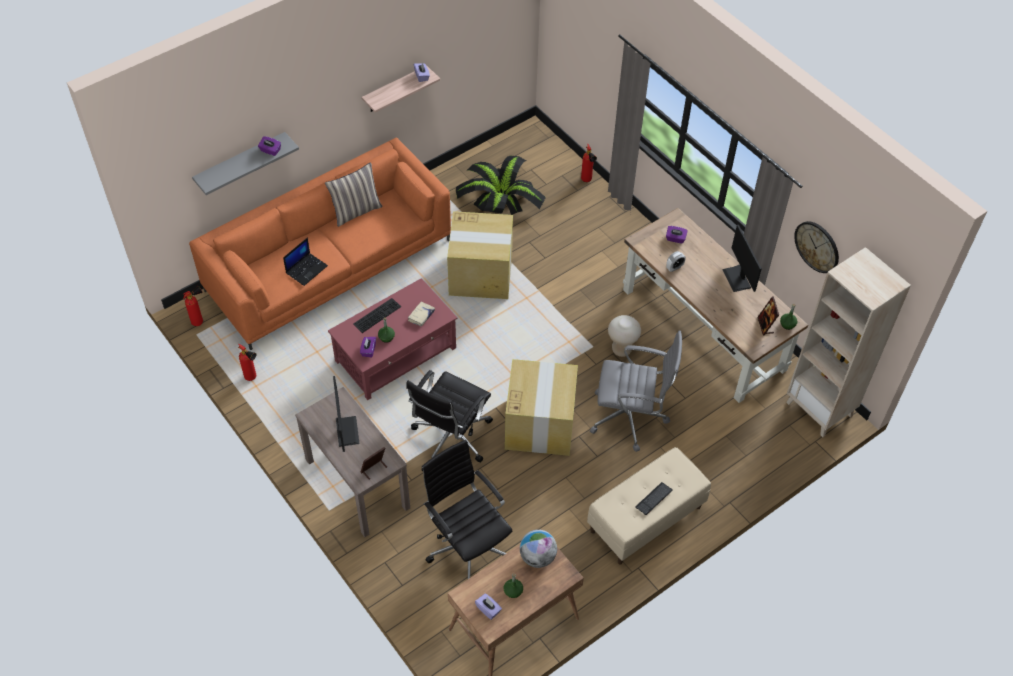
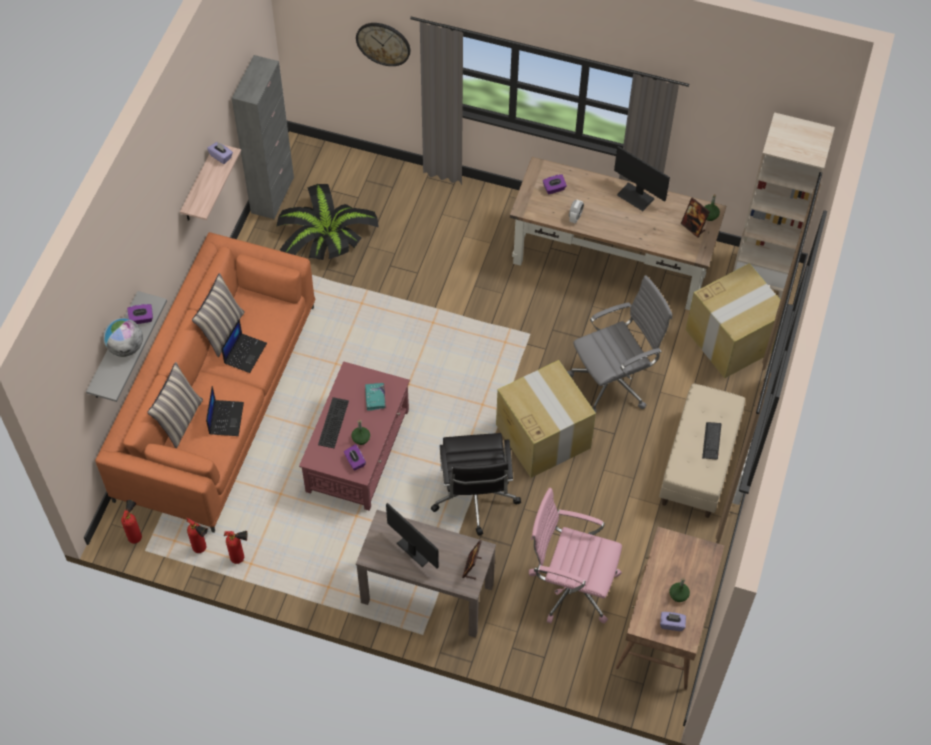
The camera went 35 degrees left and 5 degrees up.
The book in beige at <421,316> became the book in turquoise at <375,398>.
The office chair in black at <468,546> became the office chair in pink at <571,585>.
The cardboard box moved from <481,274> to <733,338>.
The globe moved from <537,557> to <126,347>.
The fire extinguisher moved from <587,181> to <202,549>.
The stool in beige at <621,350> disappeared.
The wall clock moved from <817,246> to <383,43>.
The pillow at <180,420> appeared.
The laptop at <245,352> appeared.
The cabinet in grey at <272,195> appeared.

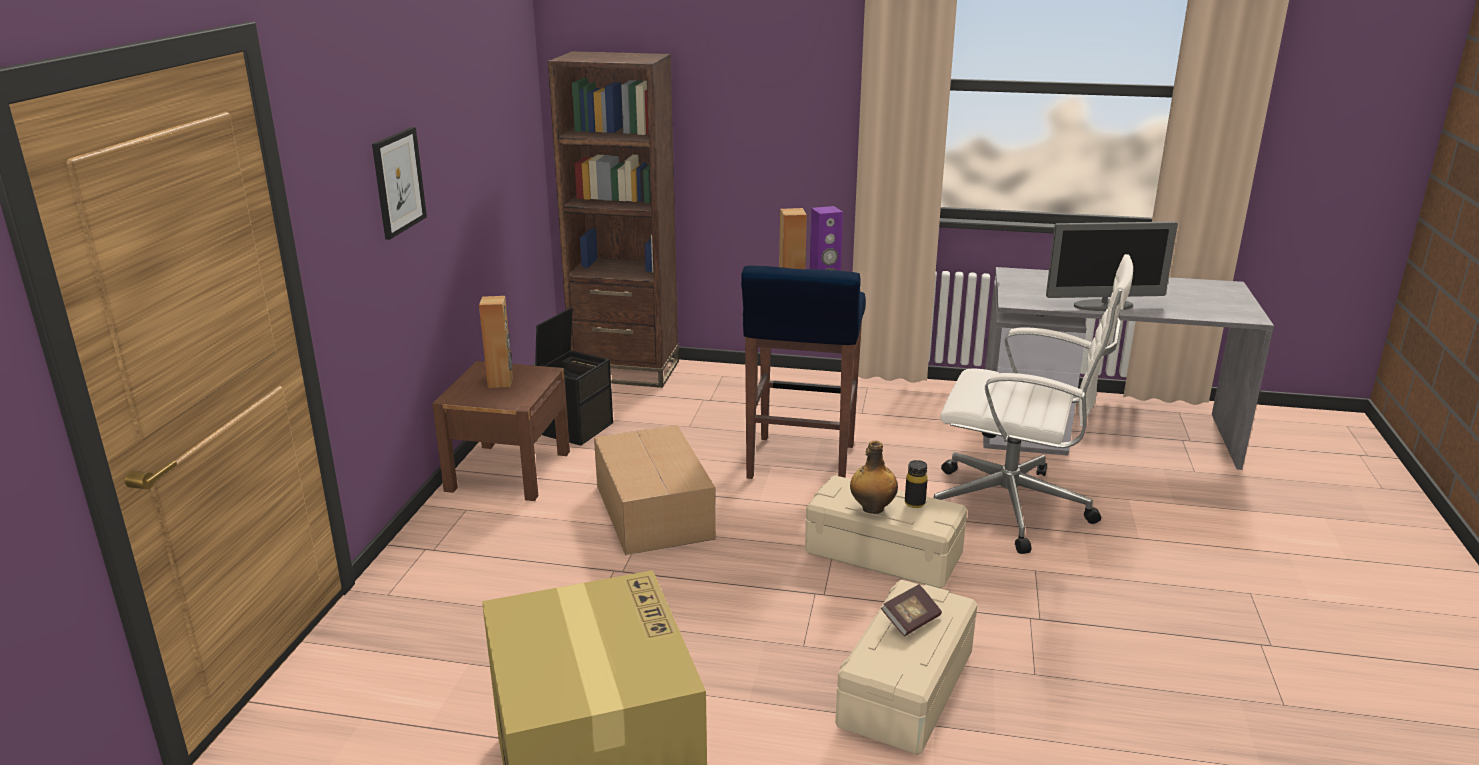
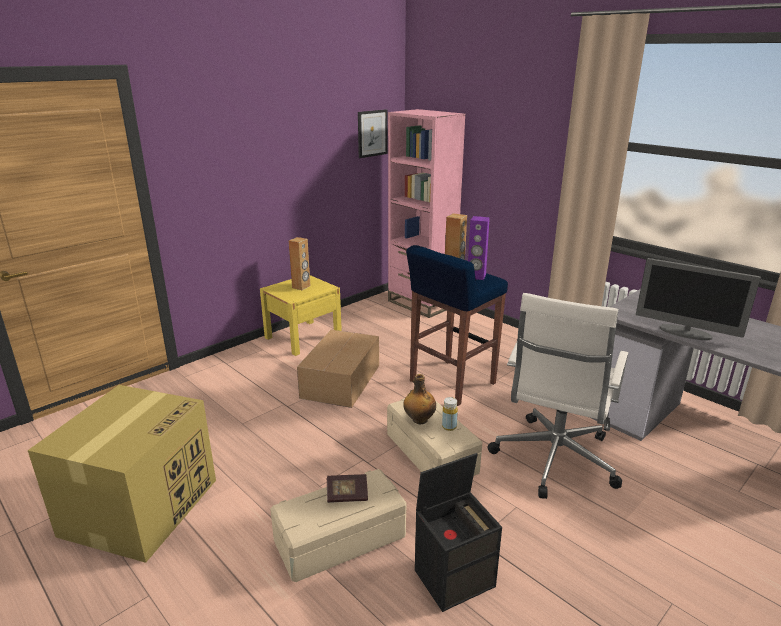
The camera went 35 degrees right and 0 degrees up.
The picture moved from <398,182> to <372,133>.
The nightstand in brown at <509,471> became the nightstand in yellow at <303,337>.
The storage box in black moved from <577,428> to <455,577>.
The bookcase in brown at <625,370> became the bookcase in pink at <421,303>.
The bottle in black at <914,503> became the bottle in yellow at <449,427>.
The office chair in white at <1013,508> turned 60 degrees clockwise.

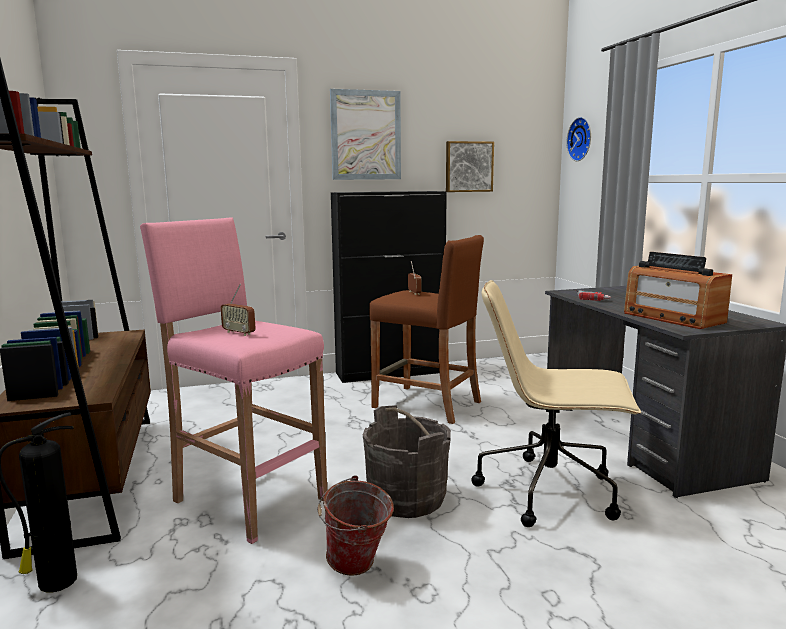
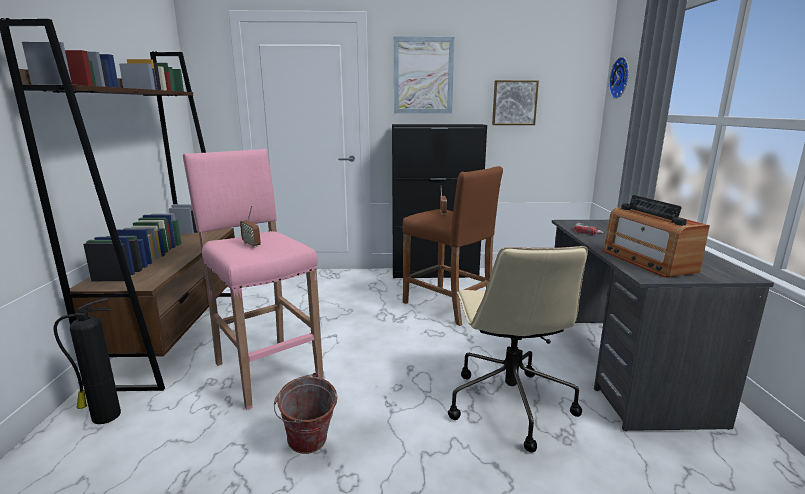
The camera went 15 degrees right and 5 degrees up.
The bucket in grey at <406,499> disappeared.
The office chair in beige at <551,491> turned 120 degrees counterclockwise.

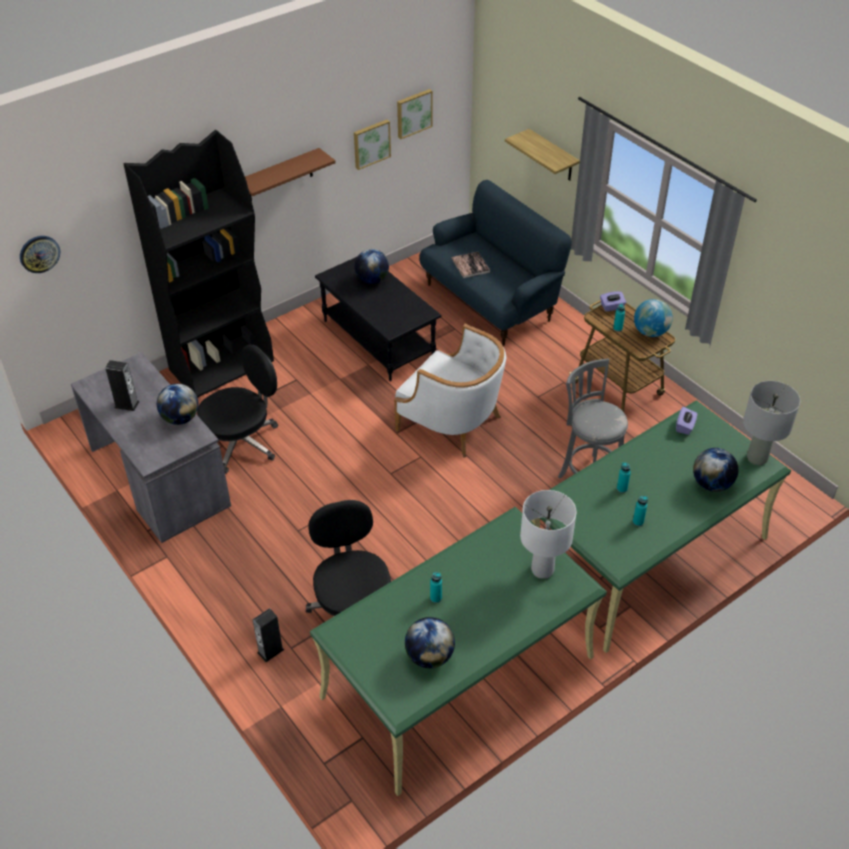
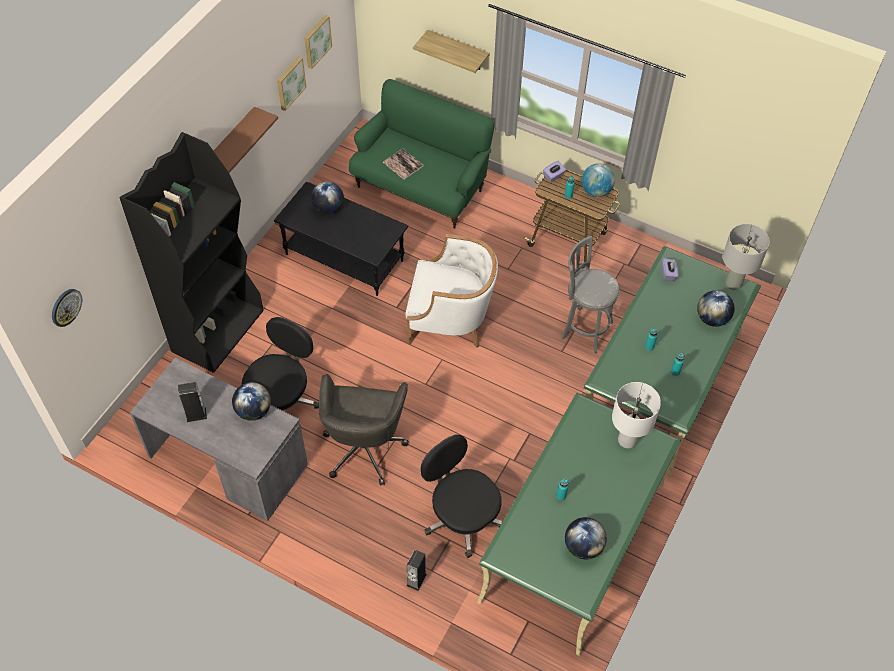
The camera went 25 degrees left and 10 degrees up.
The sofa in blue at <490,301> became the sofa in green at <420,187>.
The office chair in grey at <364,447> appeared.

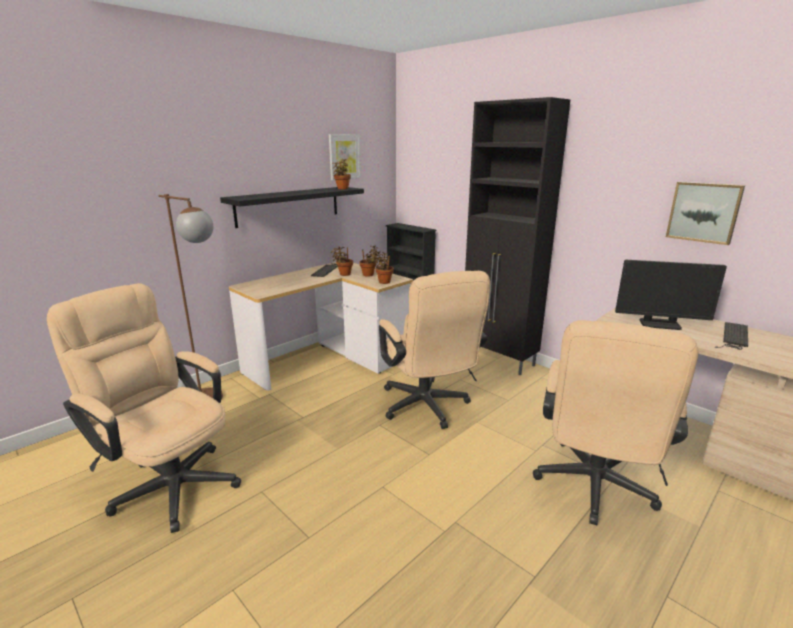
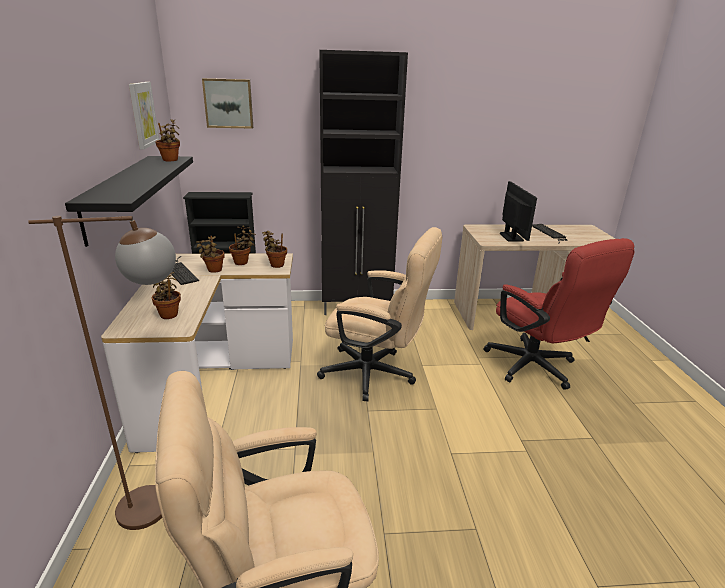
The camera went 50 degrees left and 5 degrees up.
The office chair in beige at <593,489> became the office chair in red at <537,369>.
The monitor at <659,324> turned 60 degrees counterclockwise.
The picture moved from <704,212> to <228,103>.
The potted plant at <169,314> appeared.

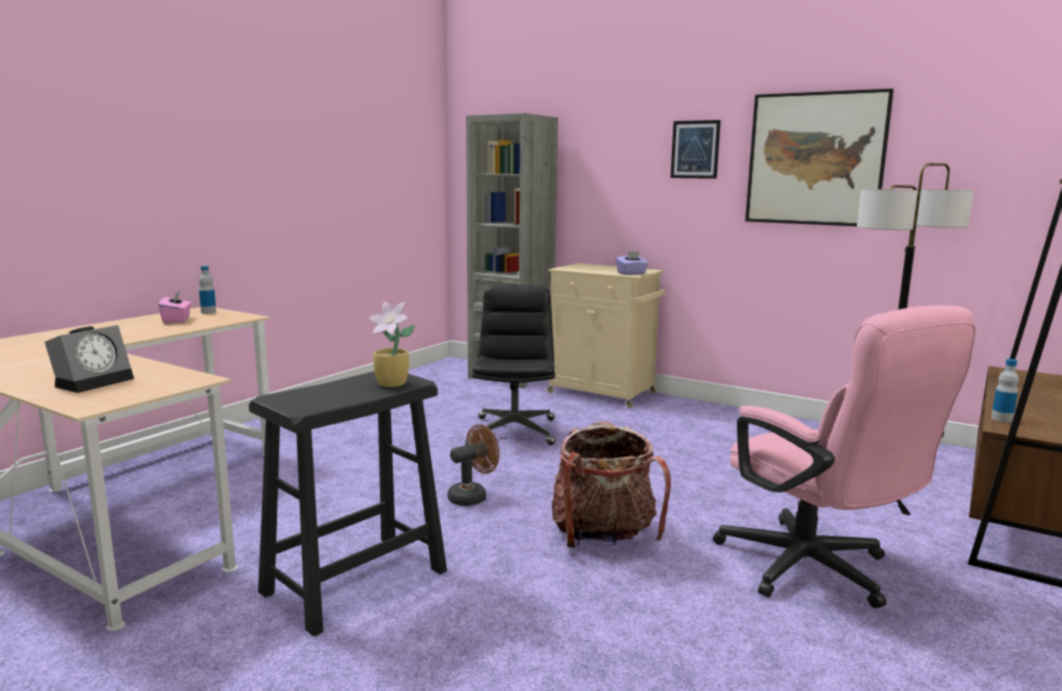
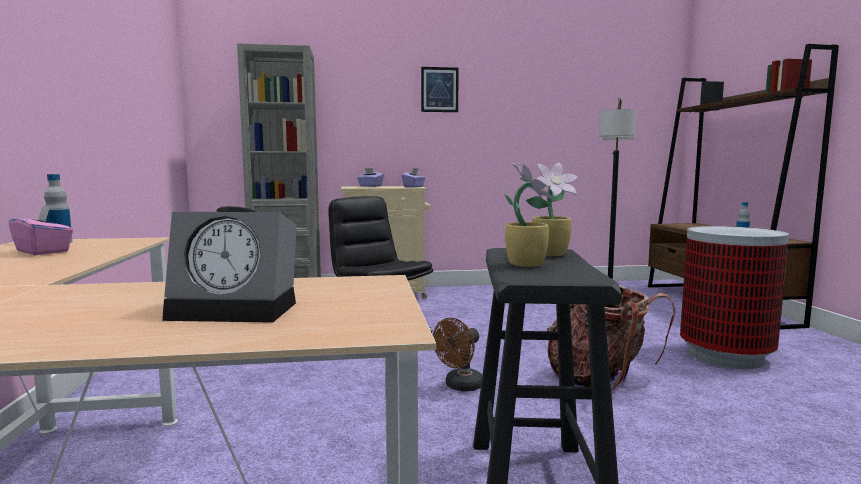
The camera went 40 degrees left and 5 degrees down.
The alarm clock at <95,381> turned 105 degrees clockwise.
The fan in brown at <472,496> turned 150 degrees counterclockwise.
The office chair in pink at <817,572> was replaced by the trash can at <726,356>.
The picture at <815,159> disappeared.
The tissue box in purple at <370,186> appeared.
The potted plant at <526,264> appeared.

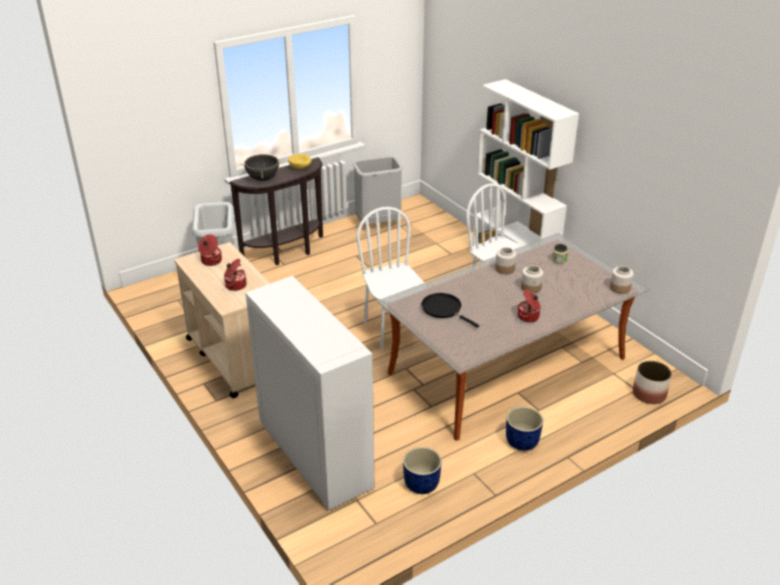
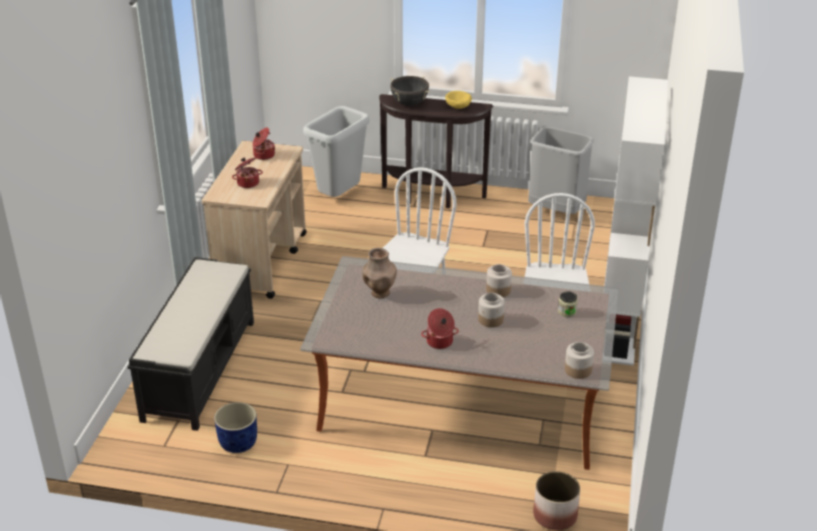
The camera went 45 degrees right and 0 degrees up.
The cabinet in white at <313,455> was replaced by the bench in black at <200,368>.
The frying pan in black at <444,309> was replaced by the vase in brown at <380,293>.
The planter in blue at <521,442> disappeared.

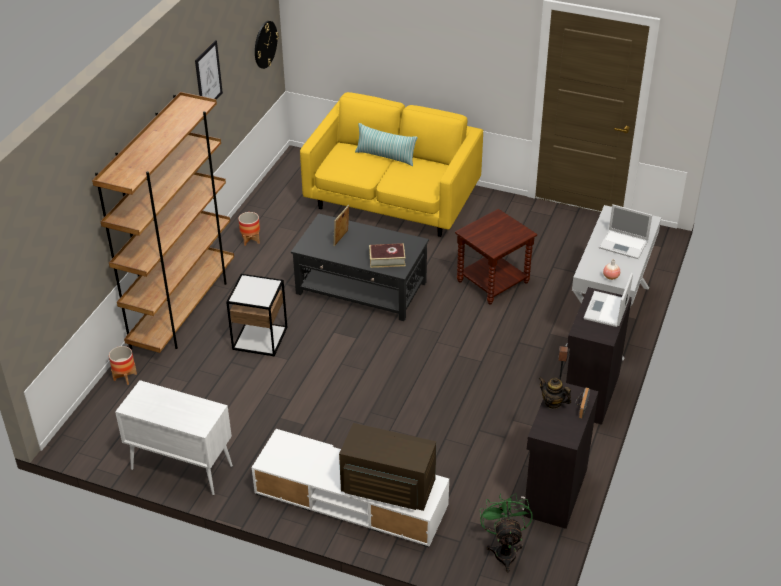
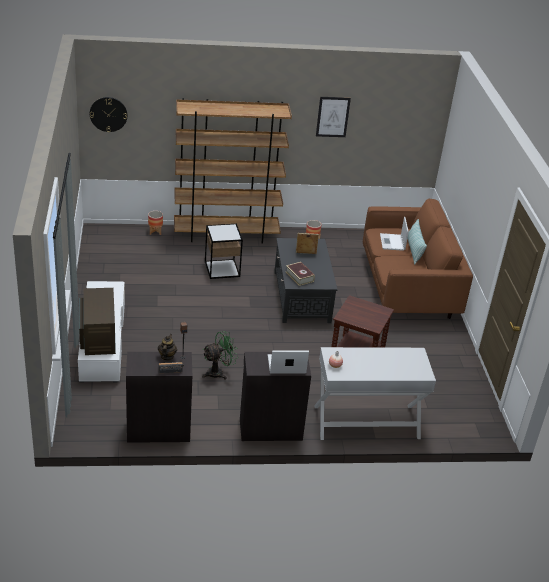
The camera went 60 degrees right and 5 degrees down.
The cabinet in white at <180,467> disappeared.
The wall clock moved from <265,44> to <108,114>.
The sofa in yellow at <392,200> became the sofa in brown at <407,287>.
The fan in green moved from <504,550> to <218,372>.
The laptop moved from <624,244> to <392,242>.

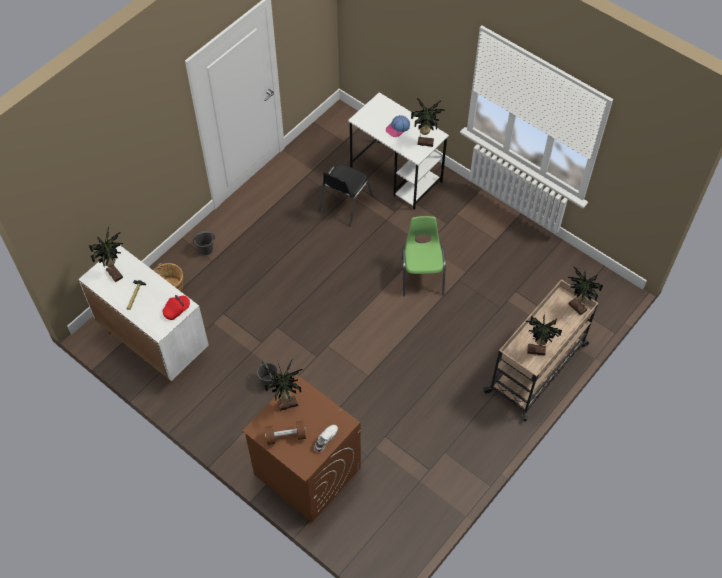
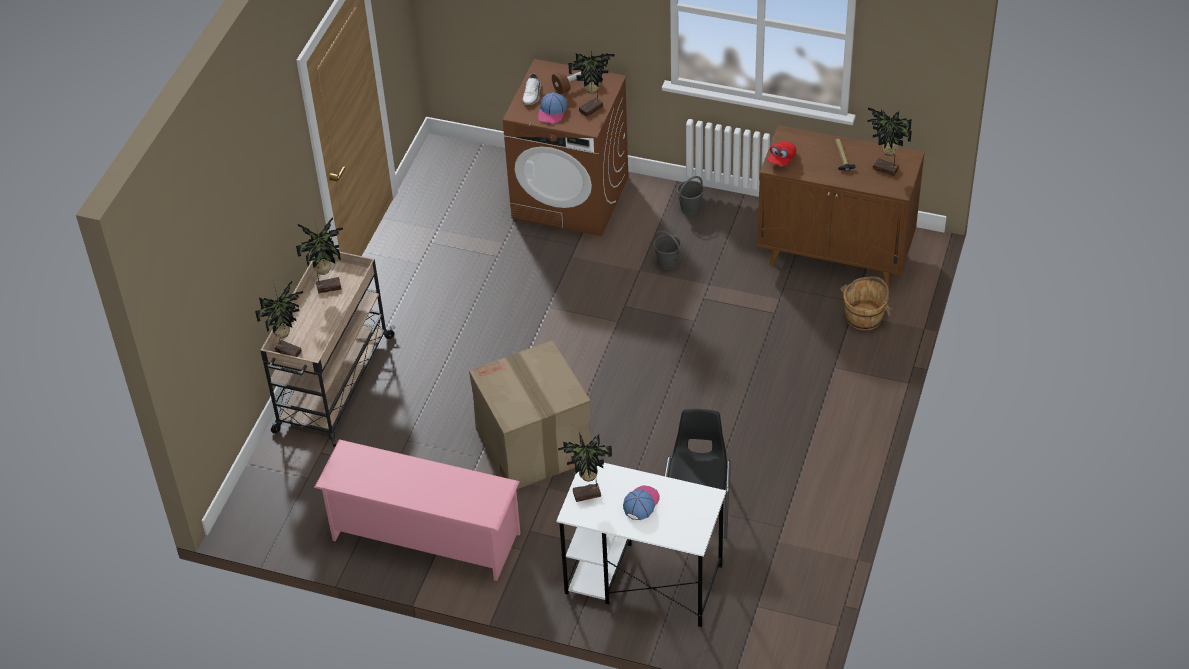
The camera went 160 degrees right and 10 degrees down.
The cabinet in white at <154,342> became the cabinet in brown at <836,255>.
The bucket in grey moved from <206,249> to <690,208>.
The chair in green at <422,275> was replaced by the cardboard box at <534,445>.
The shoe rack in pink at <424,537> appeared.
The cap at <552,112> appeared.

